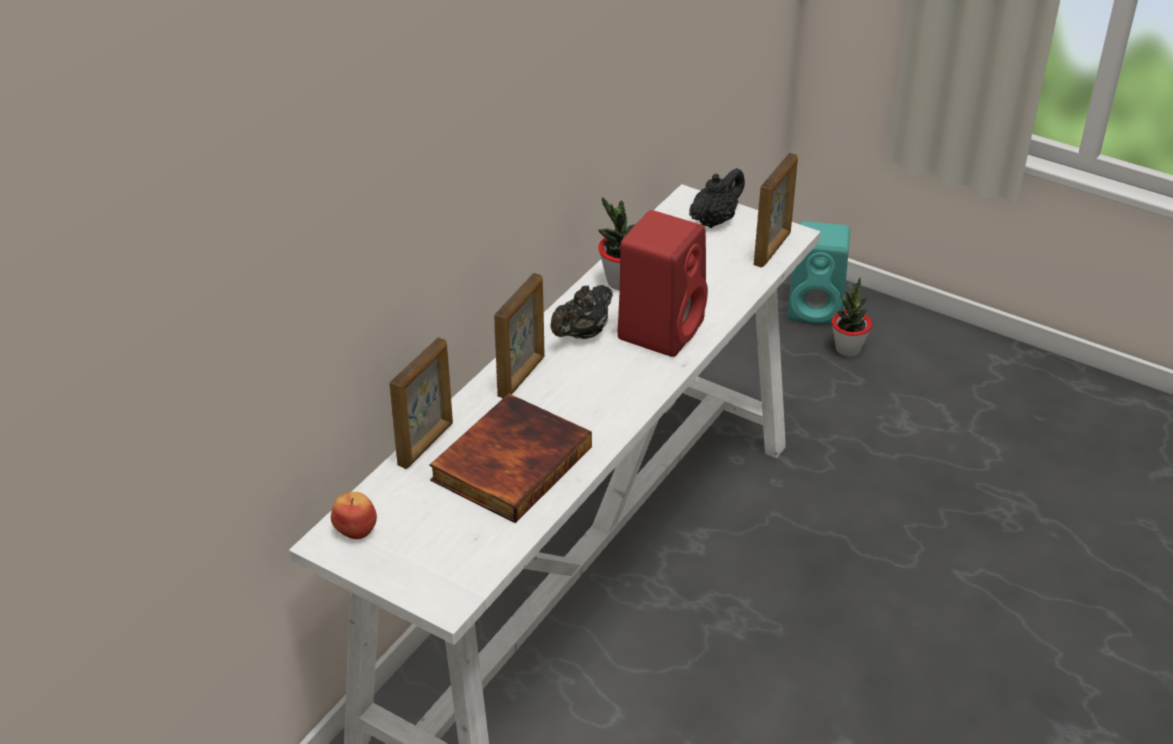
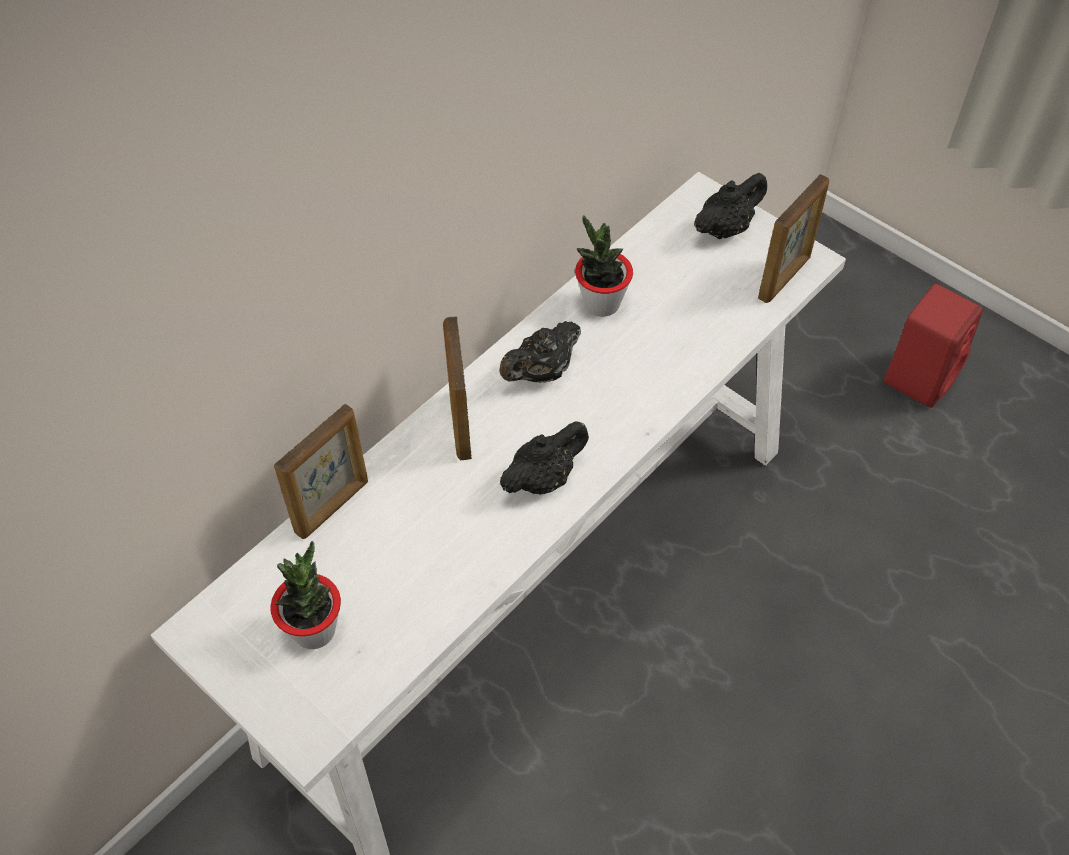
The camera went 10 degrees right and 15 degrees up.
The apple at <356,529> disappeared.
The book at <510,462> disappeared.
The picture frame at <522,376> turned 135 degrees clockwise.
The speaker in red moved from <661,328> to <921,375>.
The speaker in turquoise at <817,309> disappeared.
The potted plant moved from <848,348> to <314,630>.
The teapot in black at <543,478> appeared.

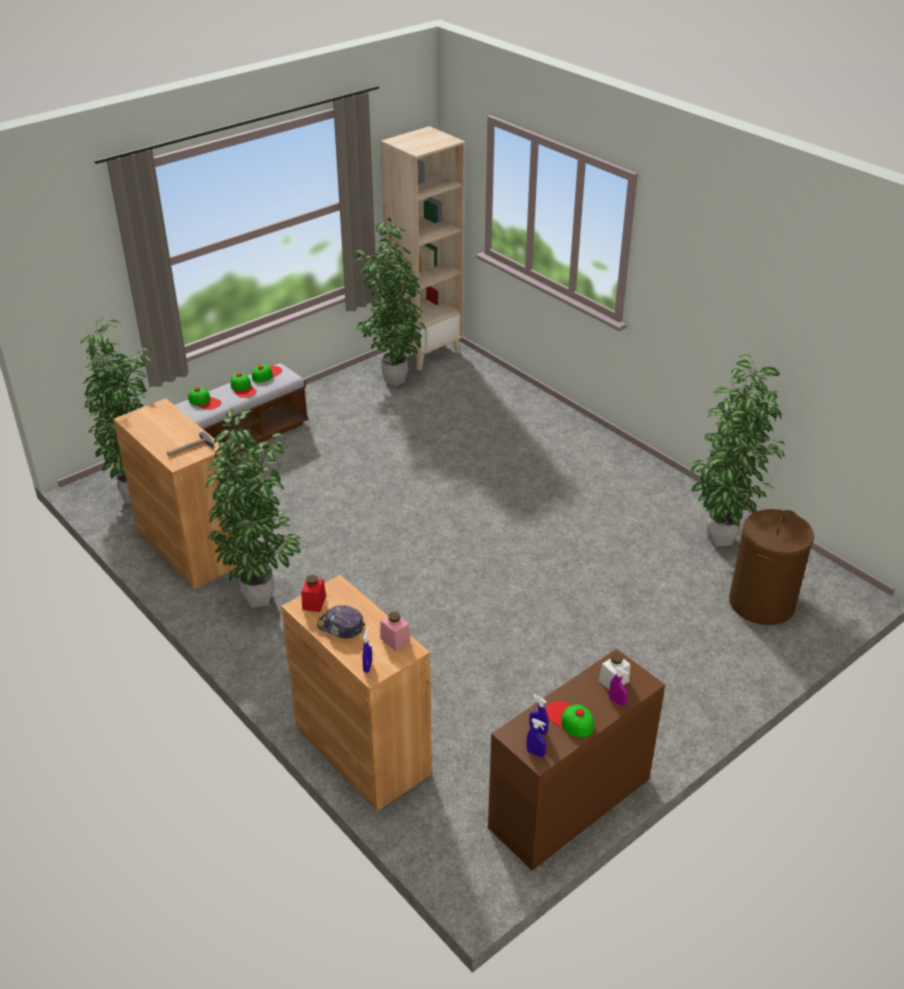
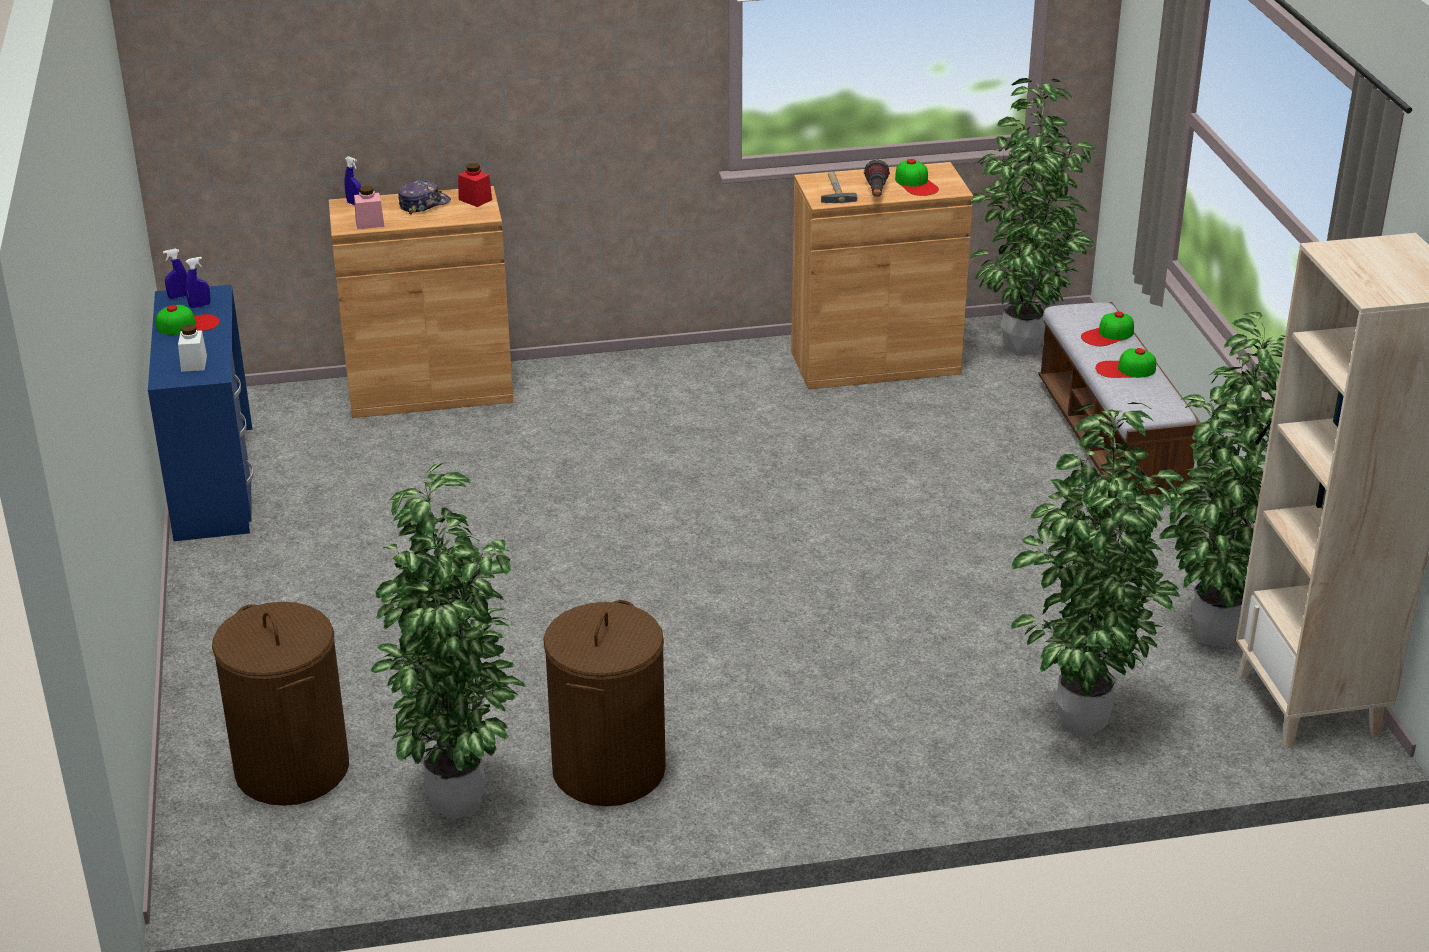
The camera went 120 degrees right and 5 degrees down.
The potted plant moved from <263,598> to <1081,727>.
The cap moved from <266,374> to <916,184>.
The desk in brown at <570,804> became the desk in blue at <213,482>.
The spray bottle in purple at <617,702> disappeared.
The laundry basket in brown at <608,769> appeared.
The flashlight at <876,194> appeared.

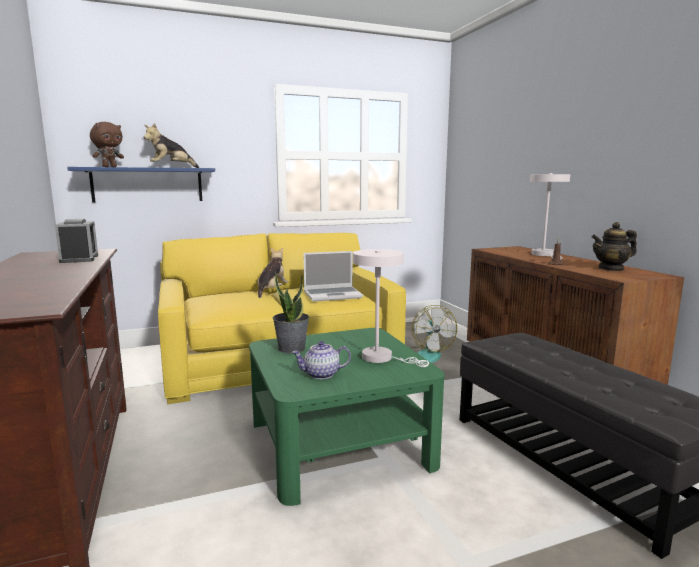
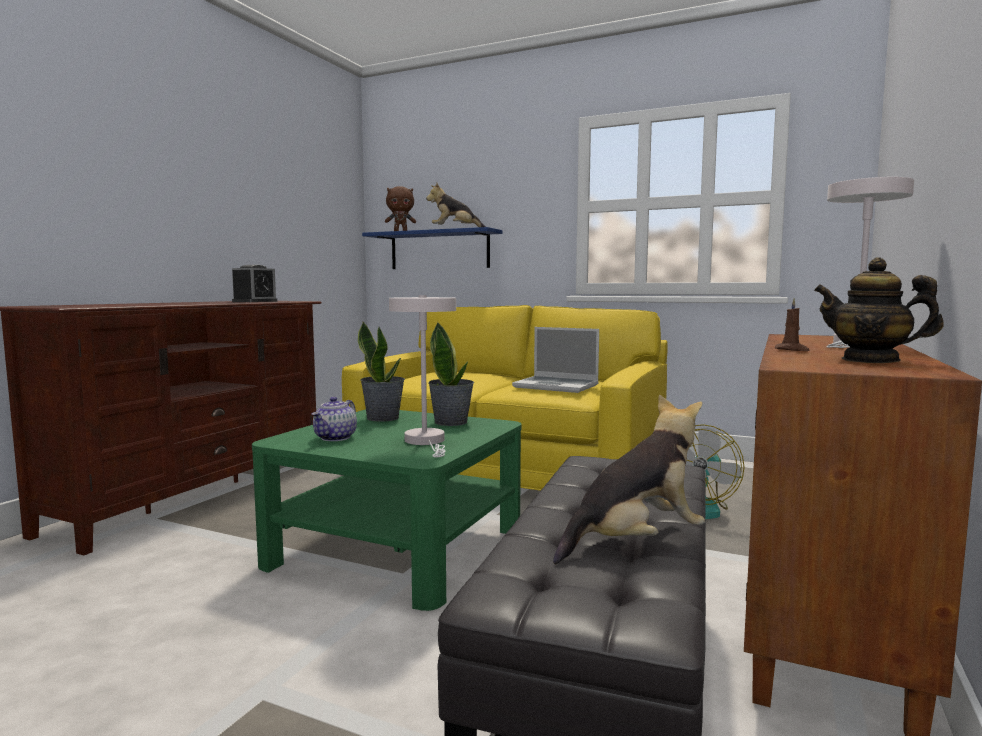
The camera went 45 degrees right and 5 degrees down.
The plush toy moved from <272,291> to <635,542>.
The teapot at <321,374> turned 105 degrees counterclockwise.
The potted plant at <451,422> appeared.

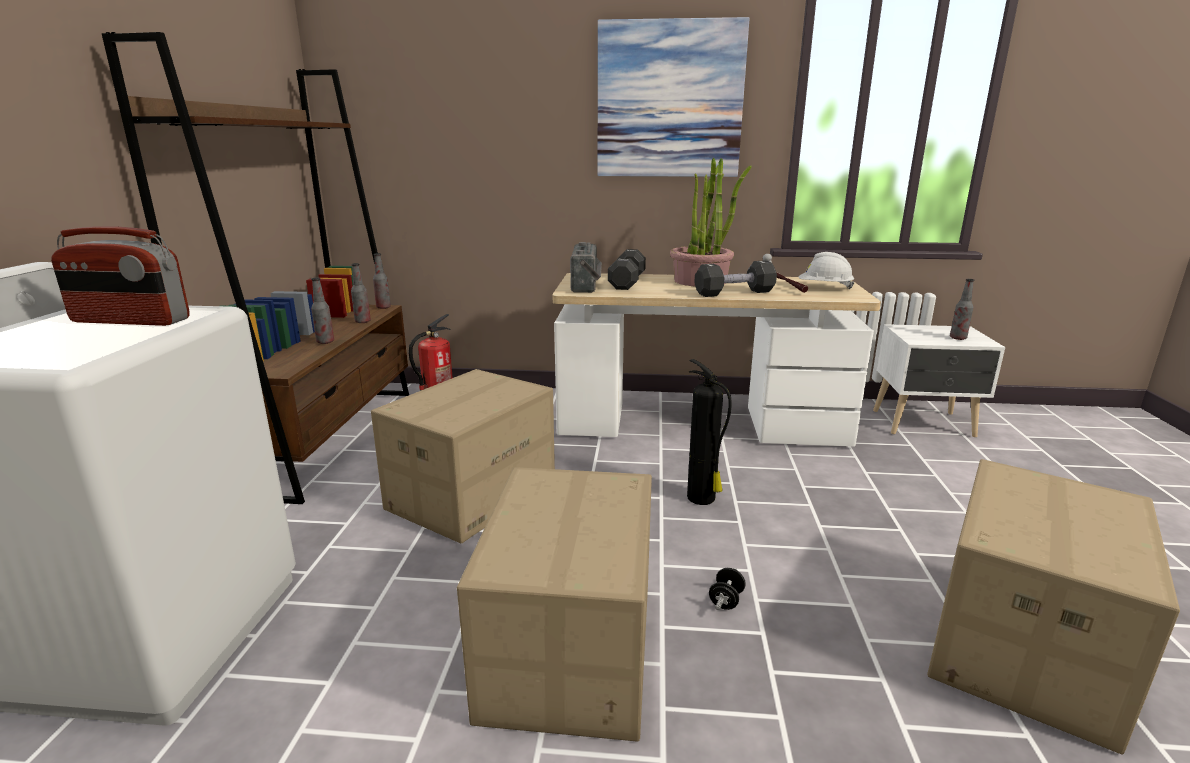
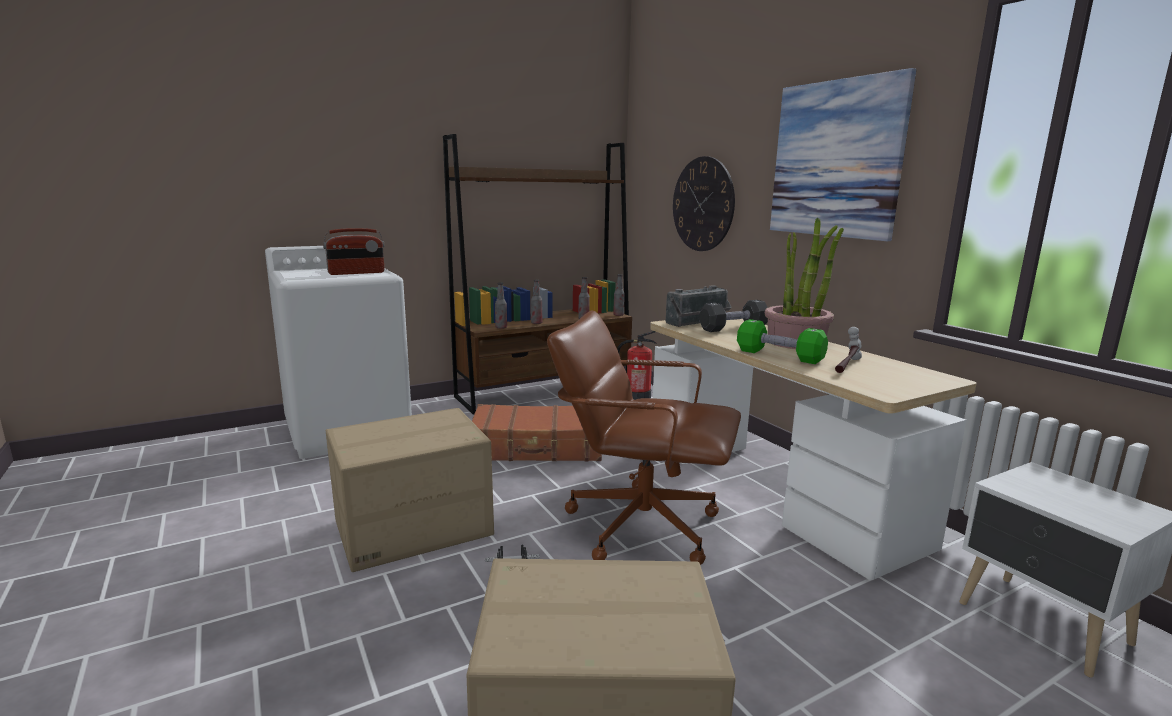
The camera went 55 degrees right and 5 degrees down.
The radio at <130,321> turned 90 degrees counterclockwise.
The cardboard box at <472,494> was replaced by the suitcase in brown at <537,448>.
The fire extinguisher at <702,499> was replaced by the office chair in brown at <641,525>.
The dumbbell in black at <734,293> became the dumbbell in green at <779,356>.
The hard hat in white at <824,288> disappeared.
The bottle moved from <958,338> to <501,327>.
The wall clock at <703,204> appeared.

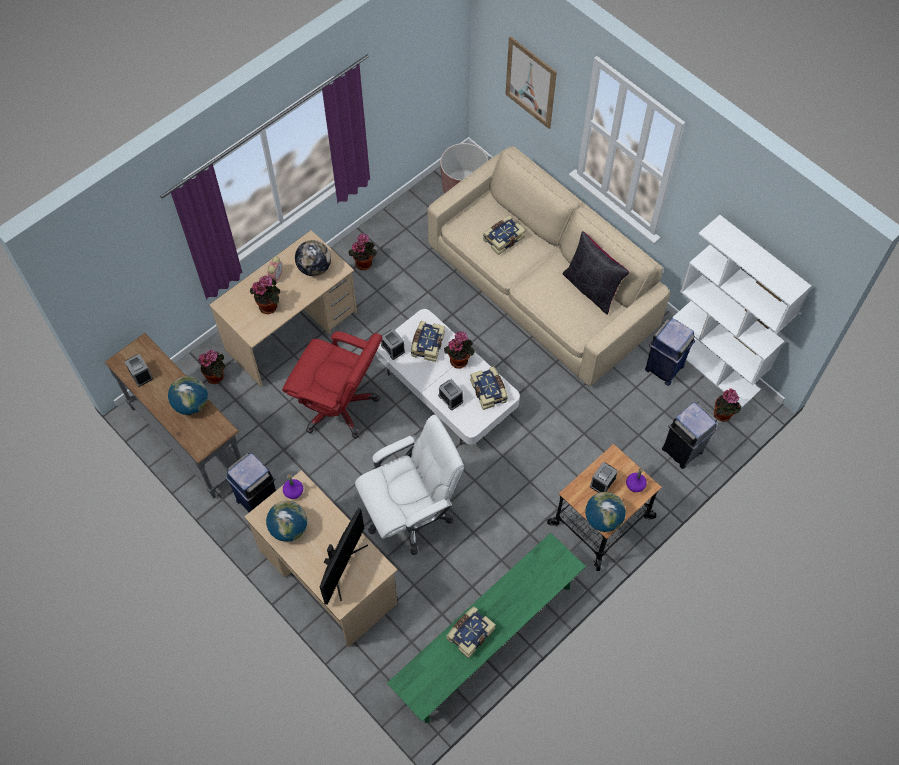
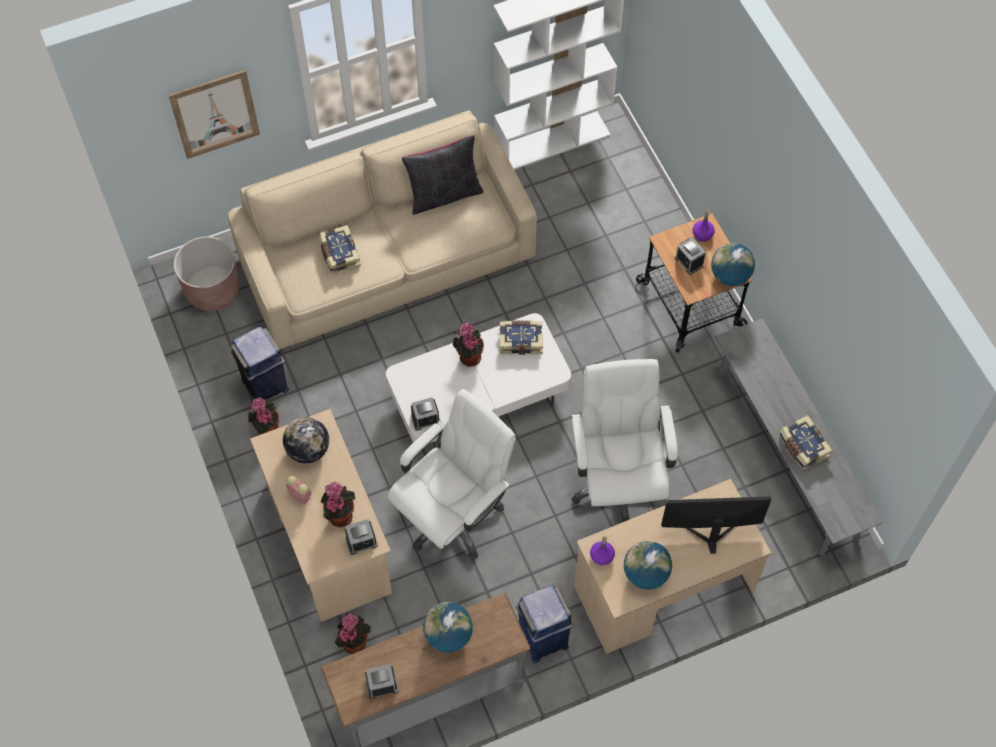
The camera went 70 degrees left and 0 degrees up.
The office chair in red at <339,406> became the office chair in white at <453,515>.
The monitor at <342,567> turned 45 degrees counterclockwise.
The bench in green at <487,640> became the bench in grey at <786,453>.
The book at <427,344> disappeared.
The alarm clock moved from <450,398> to <361,541>.
The trash can in blue moved from <663,368> to <265,386>.
The trash can in grey at <683,450> disappeared.
The potted plant at <723,415> disappeared.

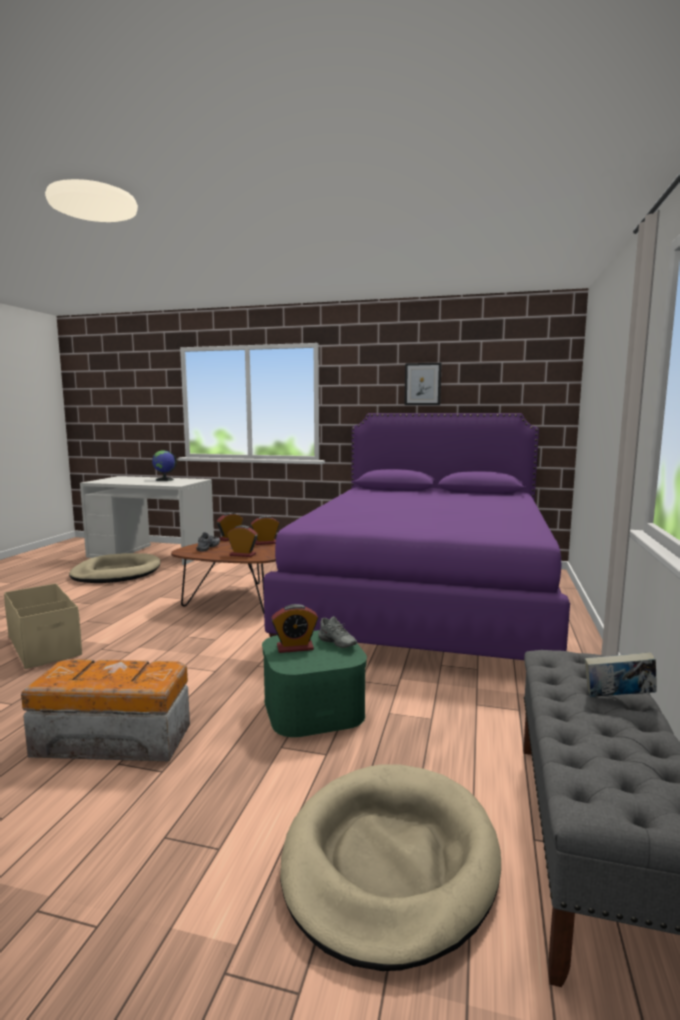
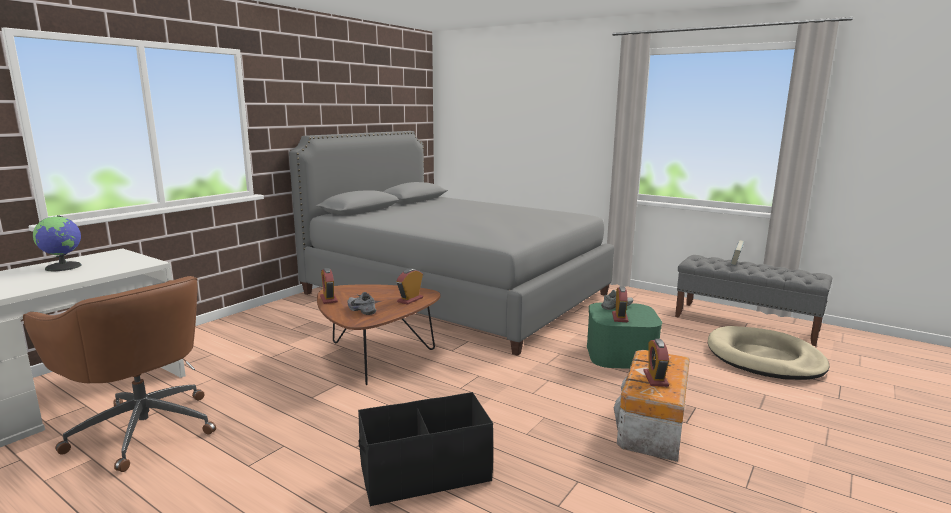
The camera went 70 degrees left and 5 degrees up.
The storage box in beige at <44,646> became the storage box in black at <425,473>.
The dog bed in beige at <116,573> was replaced by the office chair in brown at <143,428>.
The alarm clock moved from <265,543> to <655,379>.
The bed in purple at <425,600> became the bed in grey at <455,294>.
The picture at <422,384> disappeared.

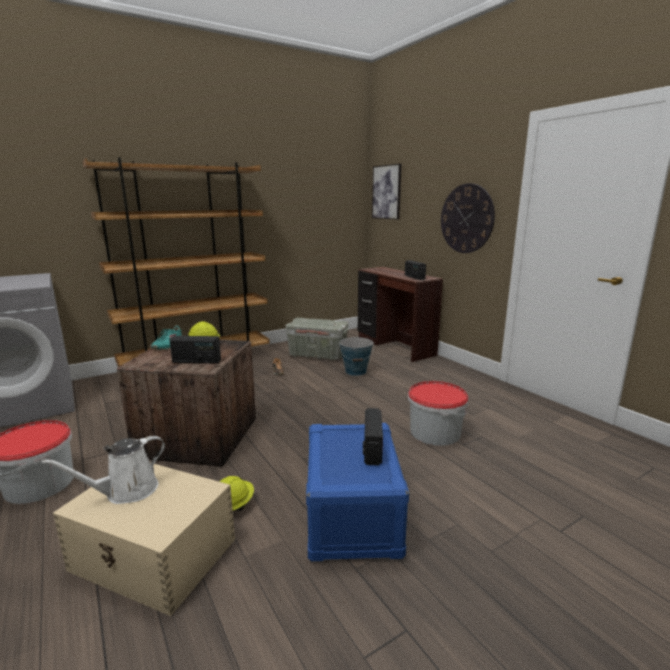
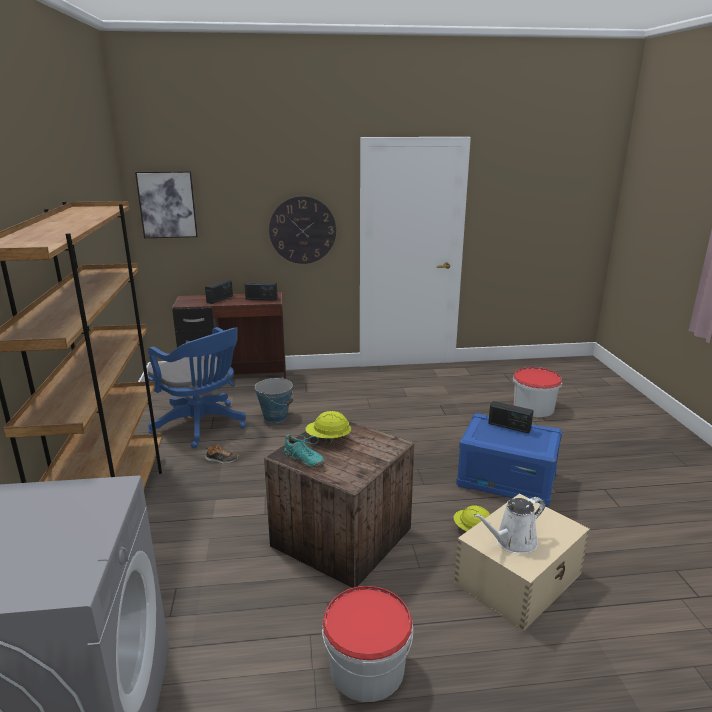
The camera went 65 degrees left and 5 degrees up.
The watering can in white at <126,491> turned 75 degrees clockwise.
The radio moved from <196,361> to <220,299>.
The storage box in grey at <317,355> was replaced by the office chair in blue at <202,426>.
The bucket moved from <435,432> to <533,408>.

